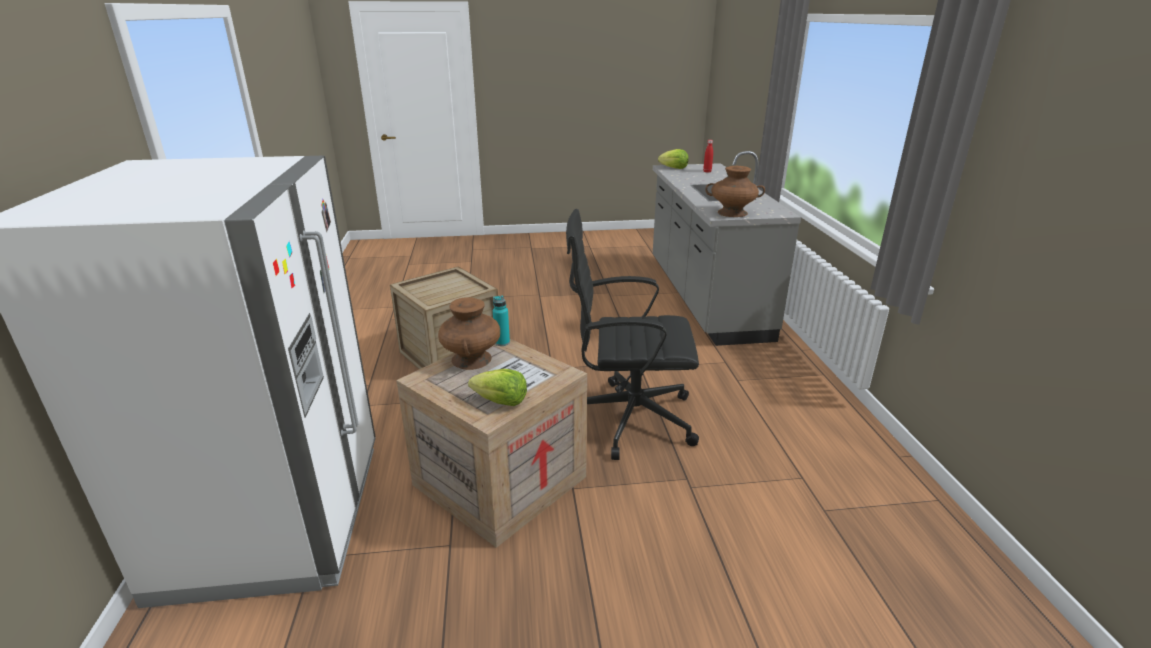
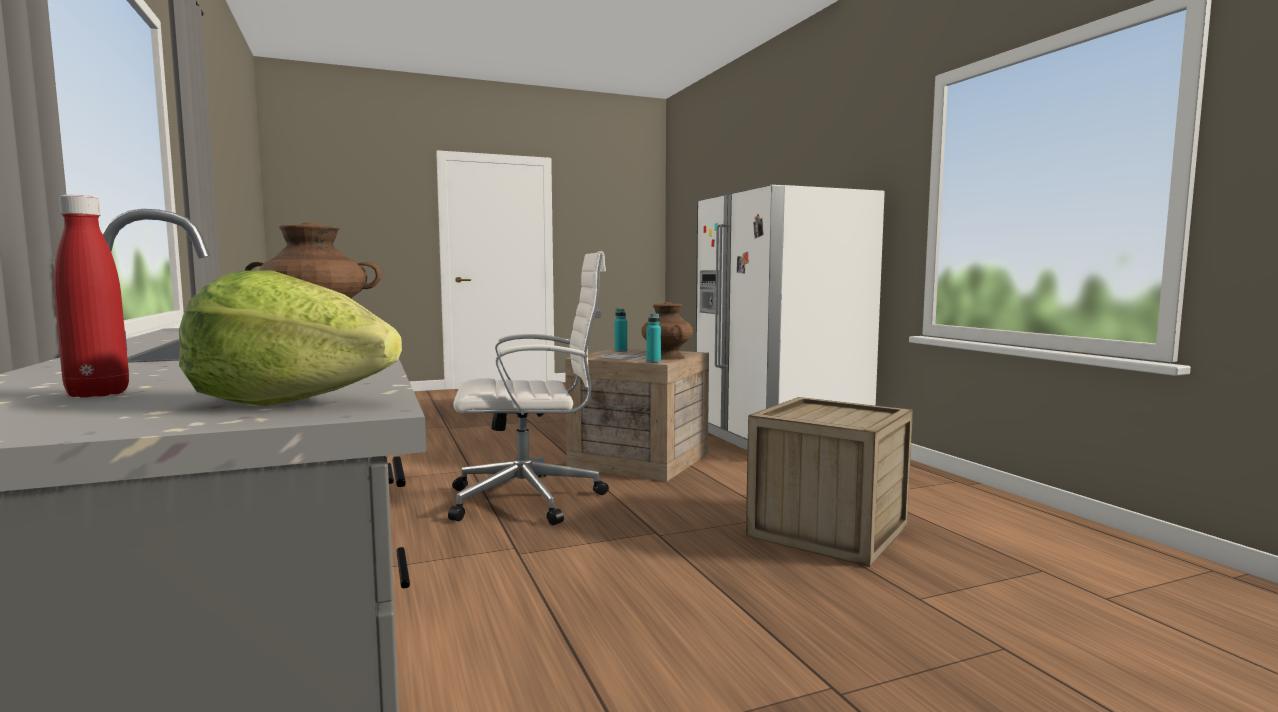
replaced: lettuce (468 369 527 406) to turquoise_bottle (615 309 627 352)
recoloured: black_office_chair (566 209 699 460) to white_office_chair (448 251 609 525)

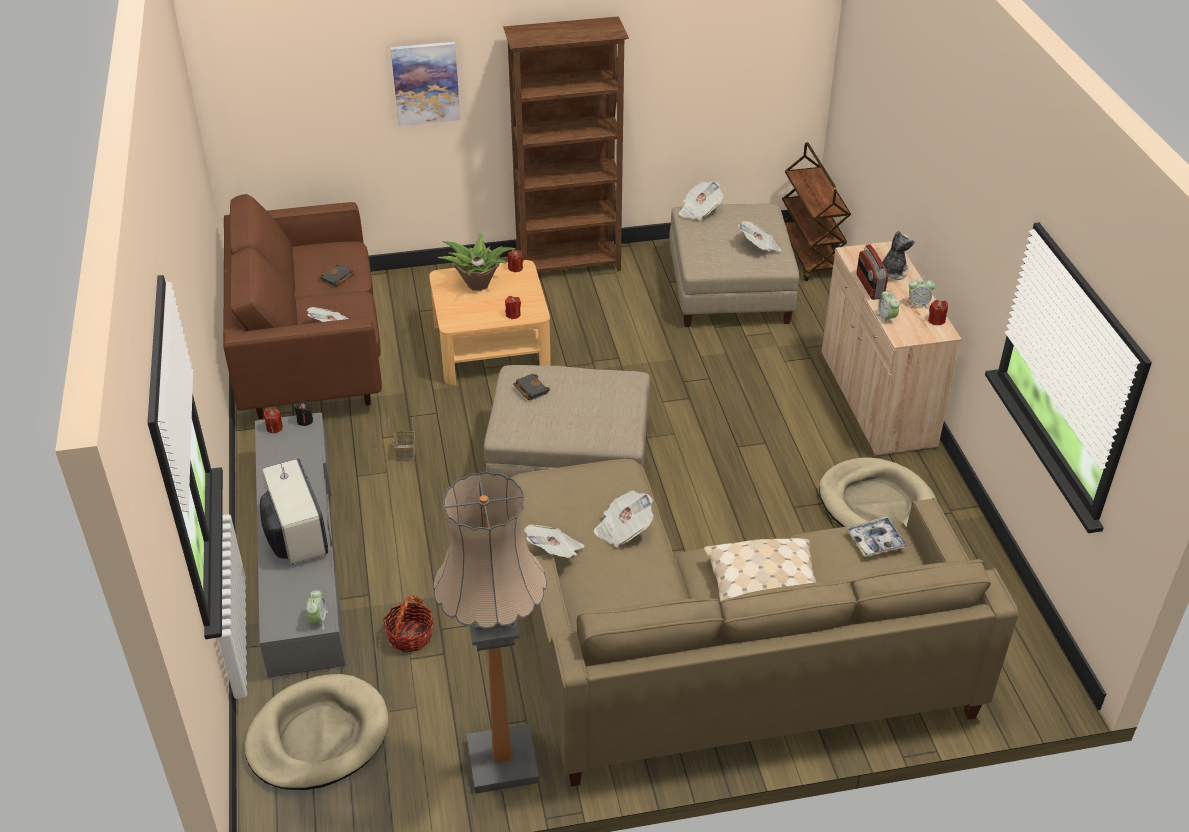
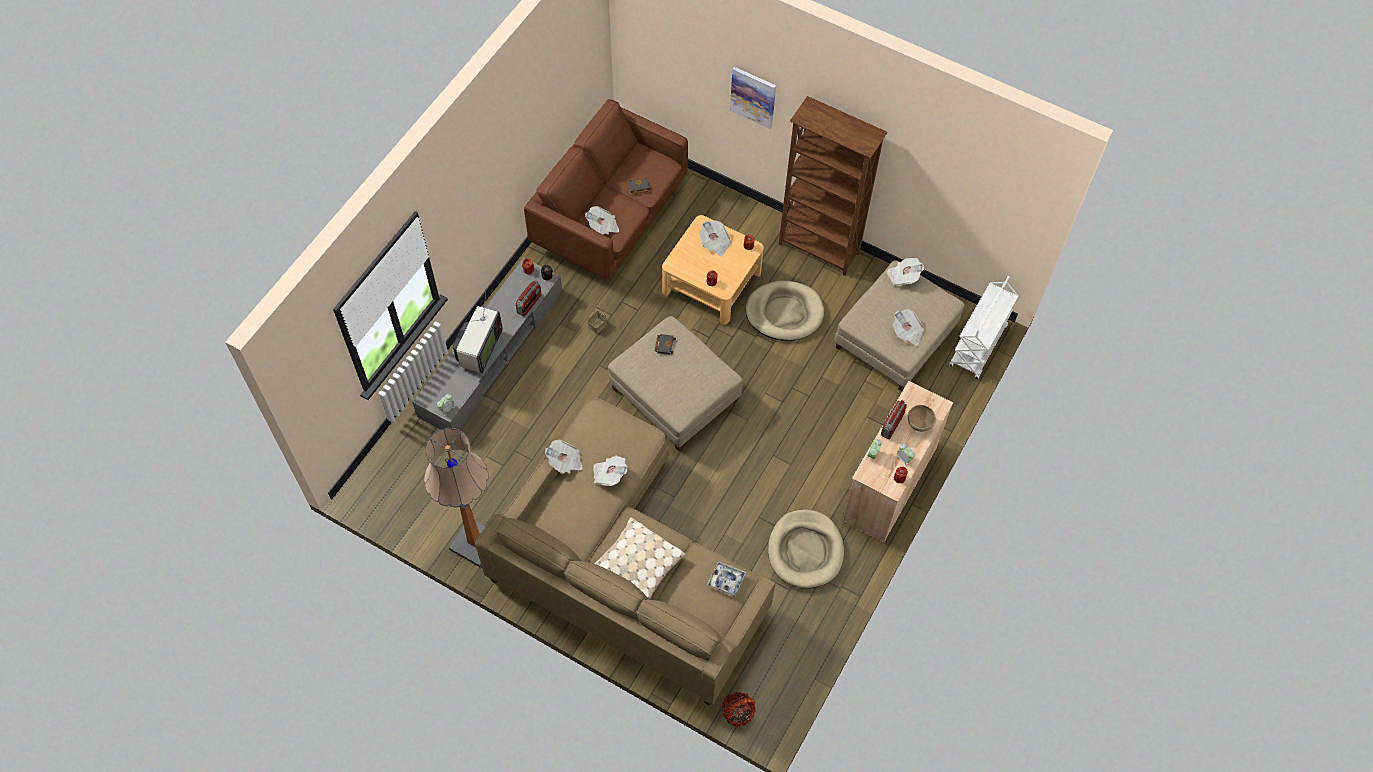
added: radio (516 280 542 317)
moved: basket (383 595 434 653) to (722 692 756 727); beige_dog_bed (245 674 389 790) to (746 280 824 341)
replaced: plush_toy (882 230 915 280) to brown_bowl (908 405 936 432); potted_plant (438 233 516 291) to newspaper (699 221 732 256)
recoloured: brown_cart (782 142 851 281) to white_cart (949 276 1018 379)

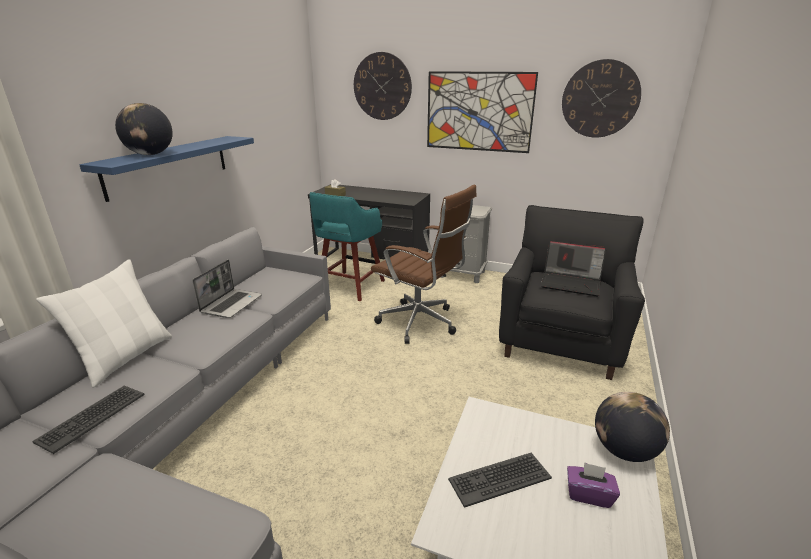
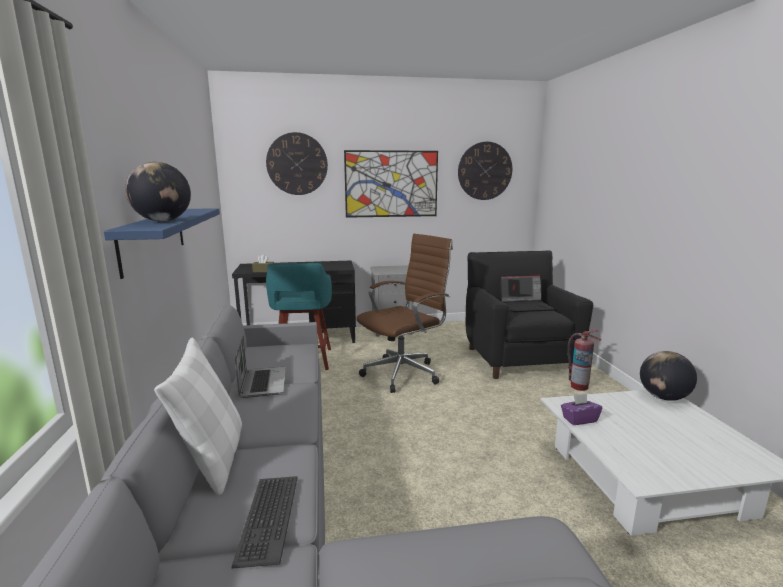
removed: keyboard (448 453 552 508)
added: fire_extinguisher (567 330 601 391)
moved: purple_tissue_box (567 462 620 508) to (561 394 603 425)
turned: brown_office_chair (371 184 477 344) = (356 234 453 393) 45 degrees counterclockwise

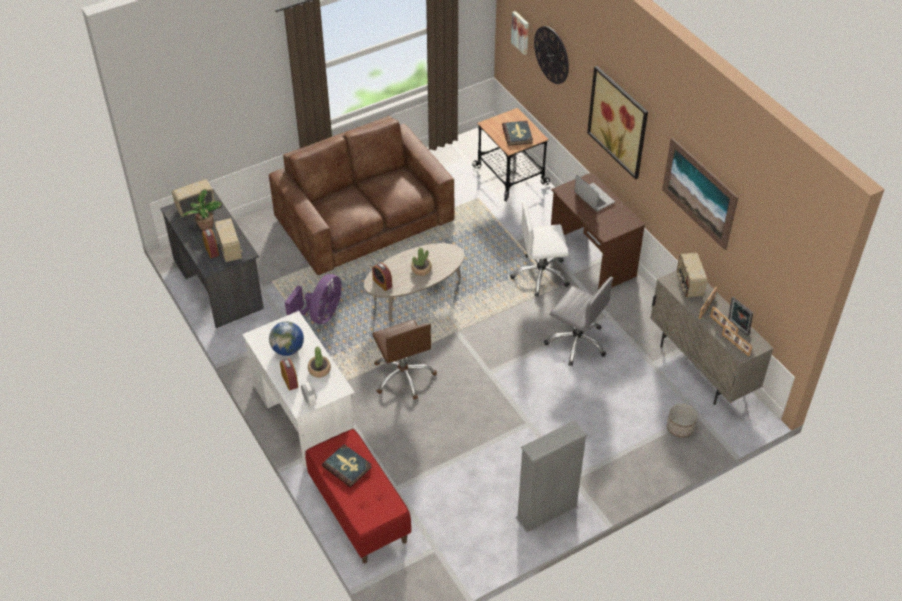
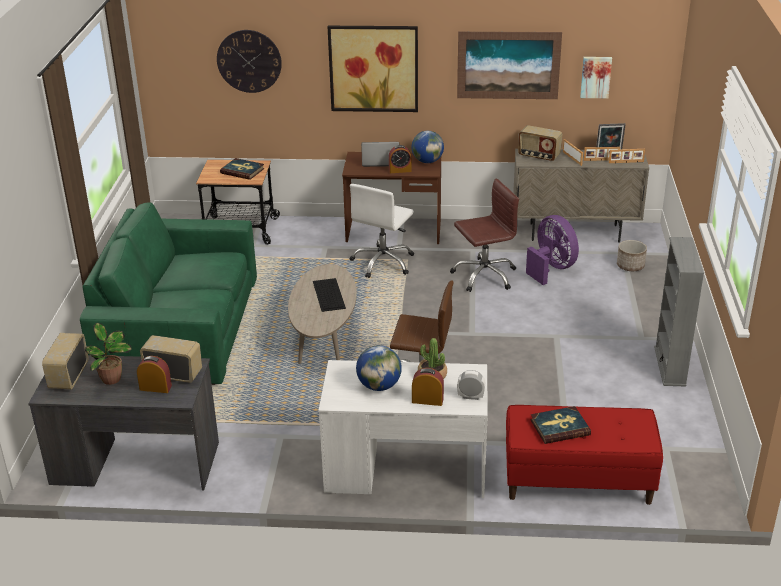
added: globe (411 131 444 163)
moved: picture (511 11 529 55) to (580 57 612 98); alarm_clock (372 263 392 291) to (389 145 411 173); purple_fan (285 274 342 324) to (526 215 579 285)
replaced: potted_plant (411 248 432 276) to keyboard (313 278 346 312)
recoloured: brown_sofa (269 116 454 275) to green_sofa (80 202 257 385); grey_office_chair (544 277 613 366) to brown_office_chair (450 178 519 292)

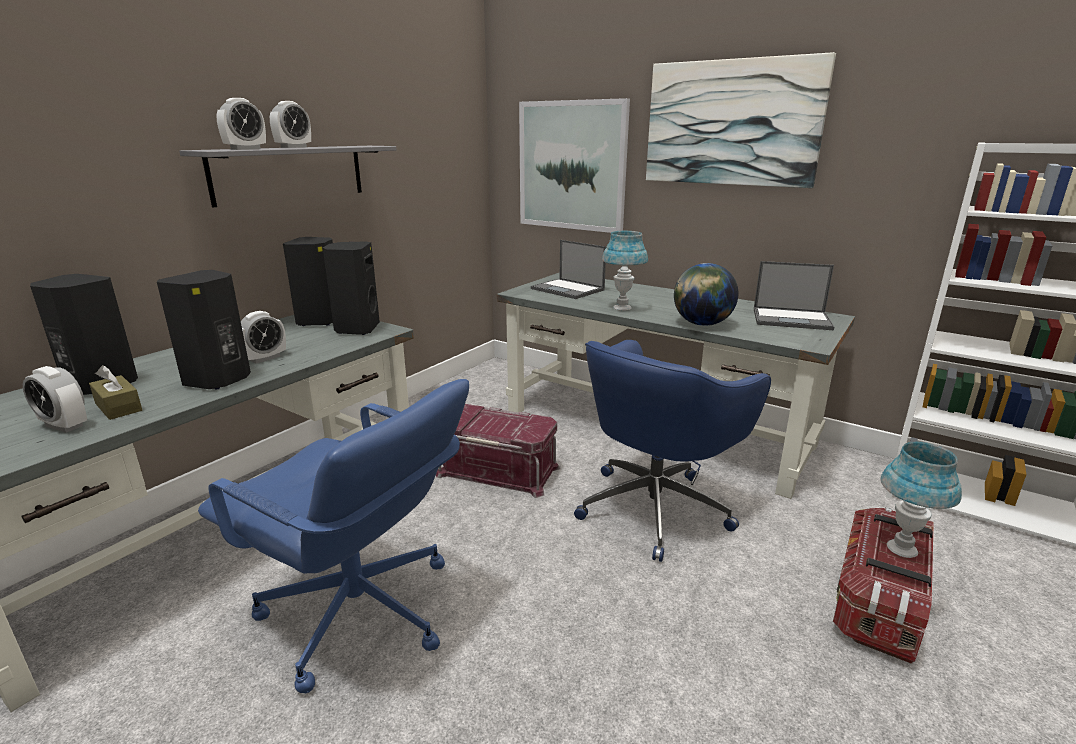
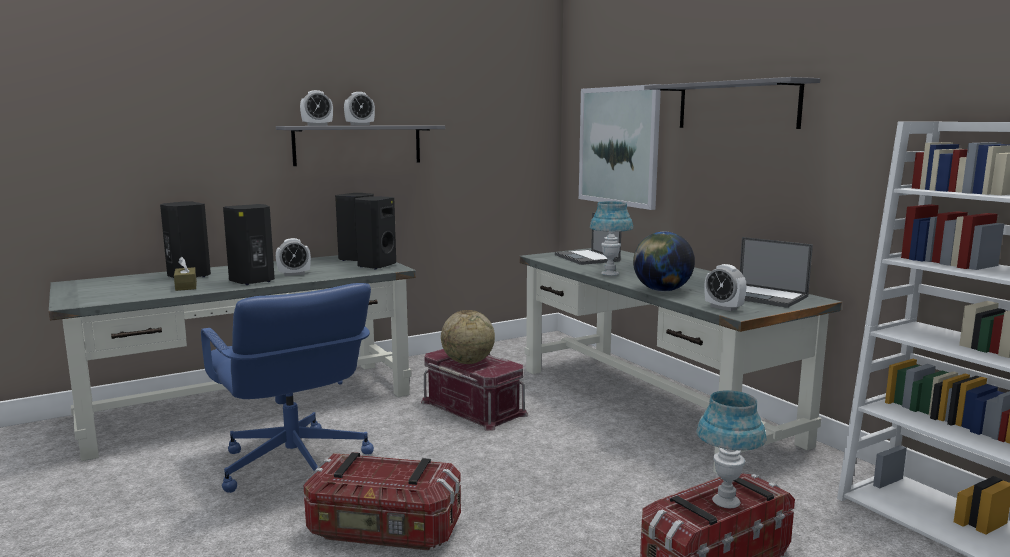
removed: blue_office_chair (574 340 771 562)
added: globe (441 310 495 364); storage_box (303 452 461 550)
moved: alarm_clock (23 366 87 433) to (704 264 746 311)
replaced: picture (646 52 836 188) to grey_shelf (644 77 821 129)

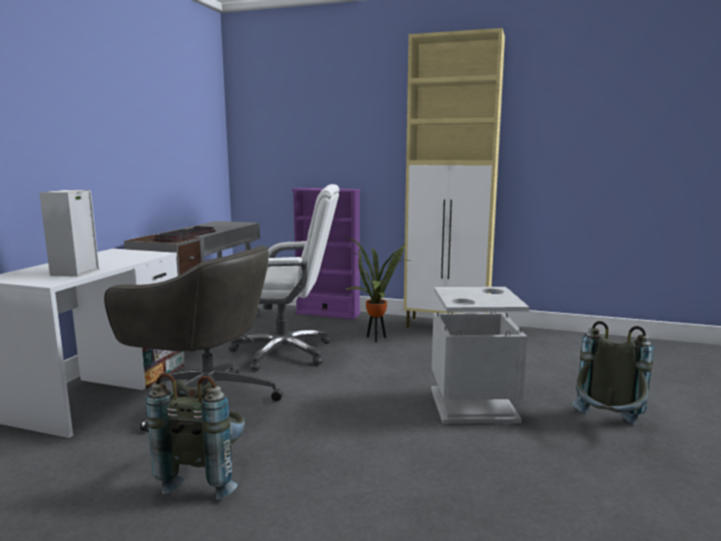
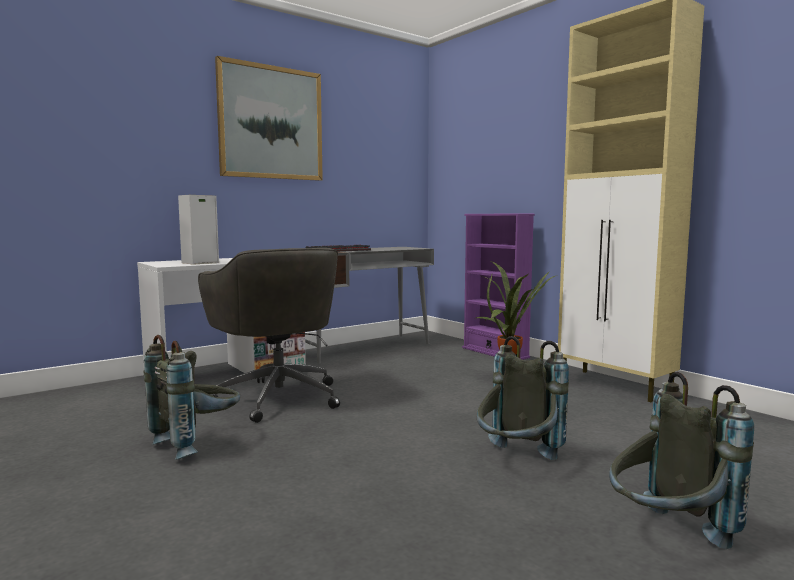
removed: white_office_chair (229 184 339 371)
added: picture (215 56 323 181)
replaced: grey_trash_can (431 287 529 424) to grey_backpack (477 336 569 460)

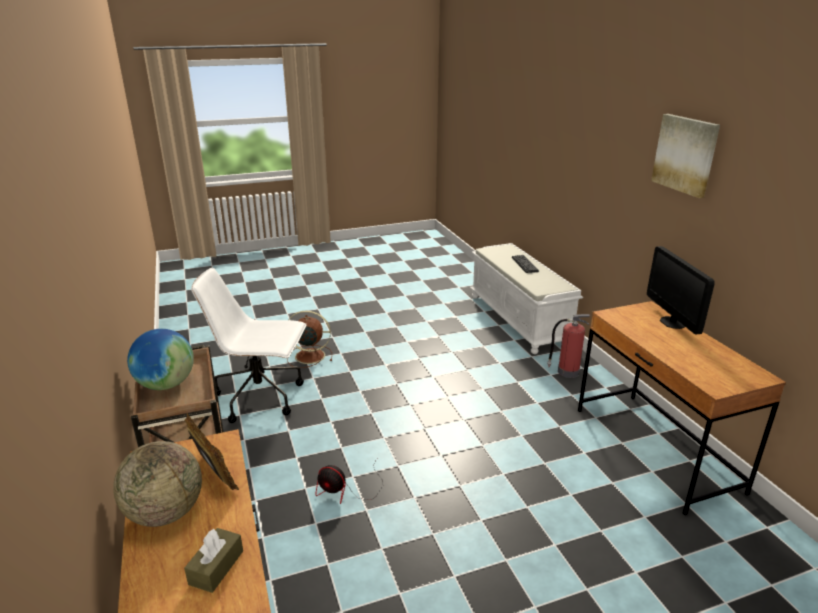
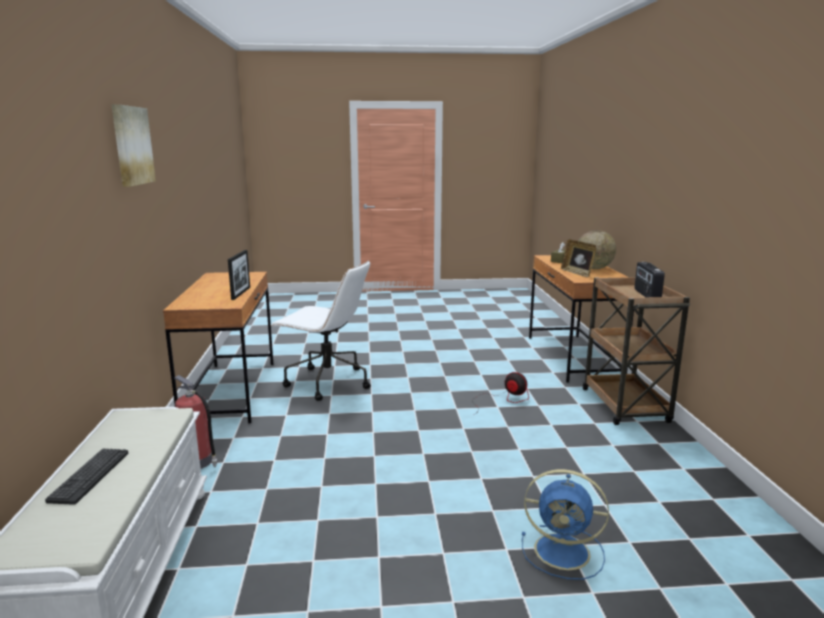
removed: monitor (647 246 715 334)
added: picture_frame (228 250 250 300)
moved: white_office_chair (191 268 307 423) to (271 260 371 401)
replaced: globe (127 329 194 390) to radio (635 262 665 297)
recoloured: brown_fan (287 311 332 368) to blue_fan (522 469 609 580)

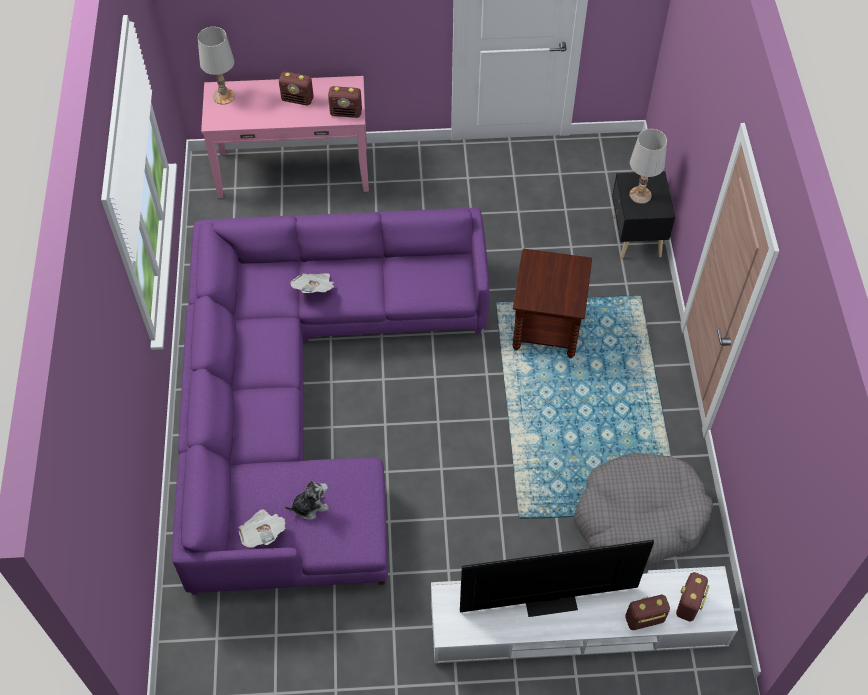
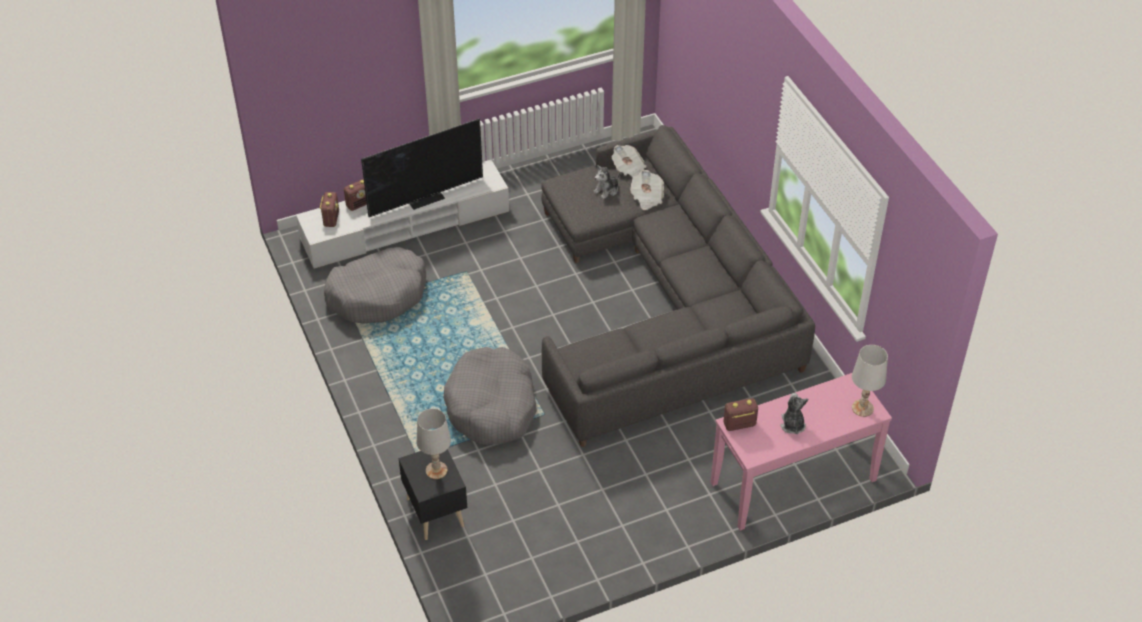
moved: newspaper (290 273 334 293) to (630 170 664 210)
replaced: radio (279 72 313 105) to plush_toy (780 393 808 434); brown_side_table (512 249 592 358) to grey_dog_bed (443 347 537 445)
recoloured: purple_sofa (172 208 489 595) to grey_sofa (541 125 815 447)

